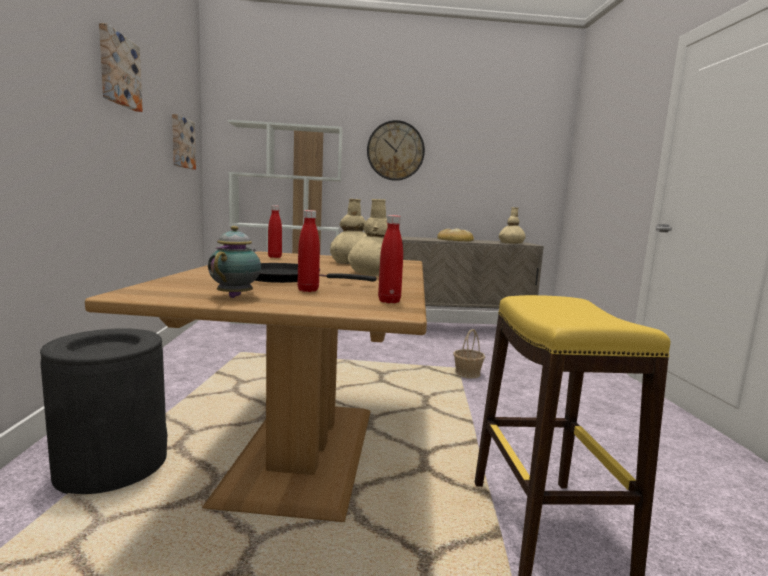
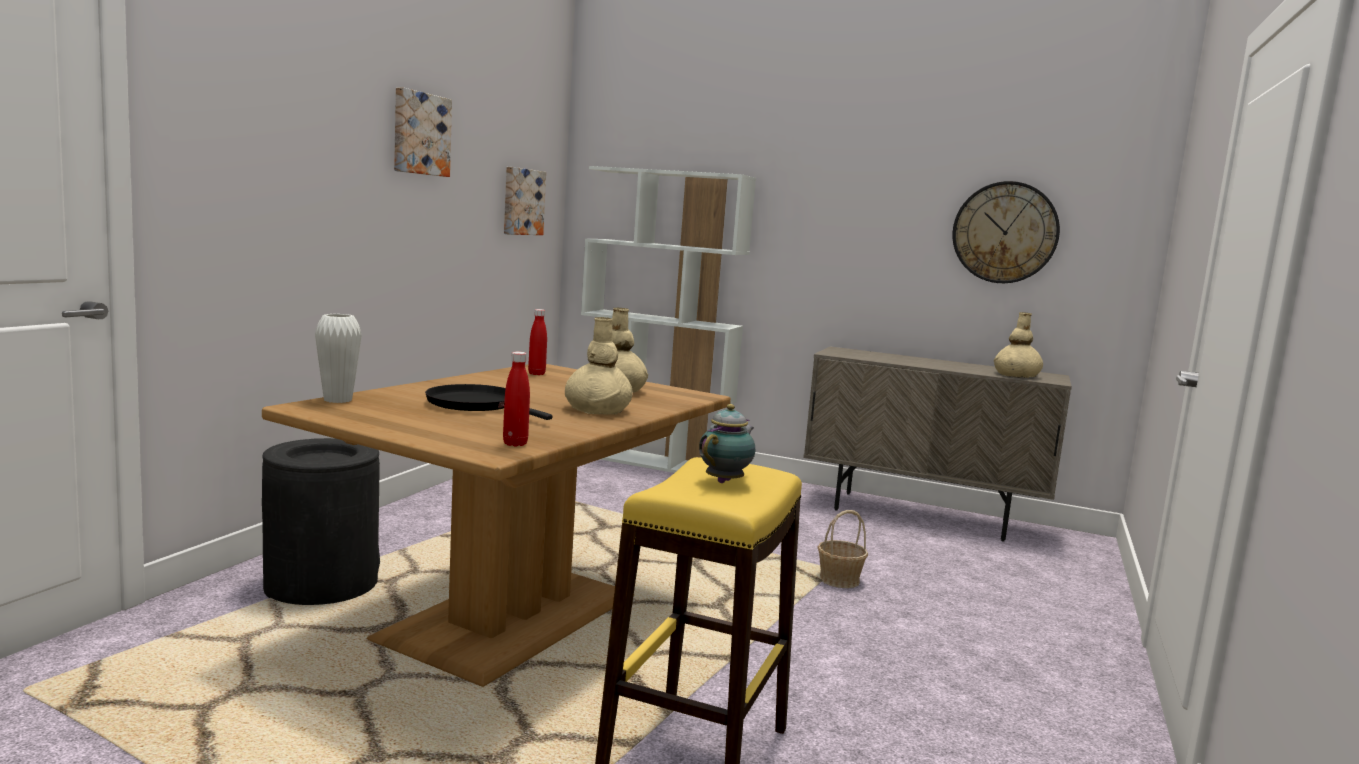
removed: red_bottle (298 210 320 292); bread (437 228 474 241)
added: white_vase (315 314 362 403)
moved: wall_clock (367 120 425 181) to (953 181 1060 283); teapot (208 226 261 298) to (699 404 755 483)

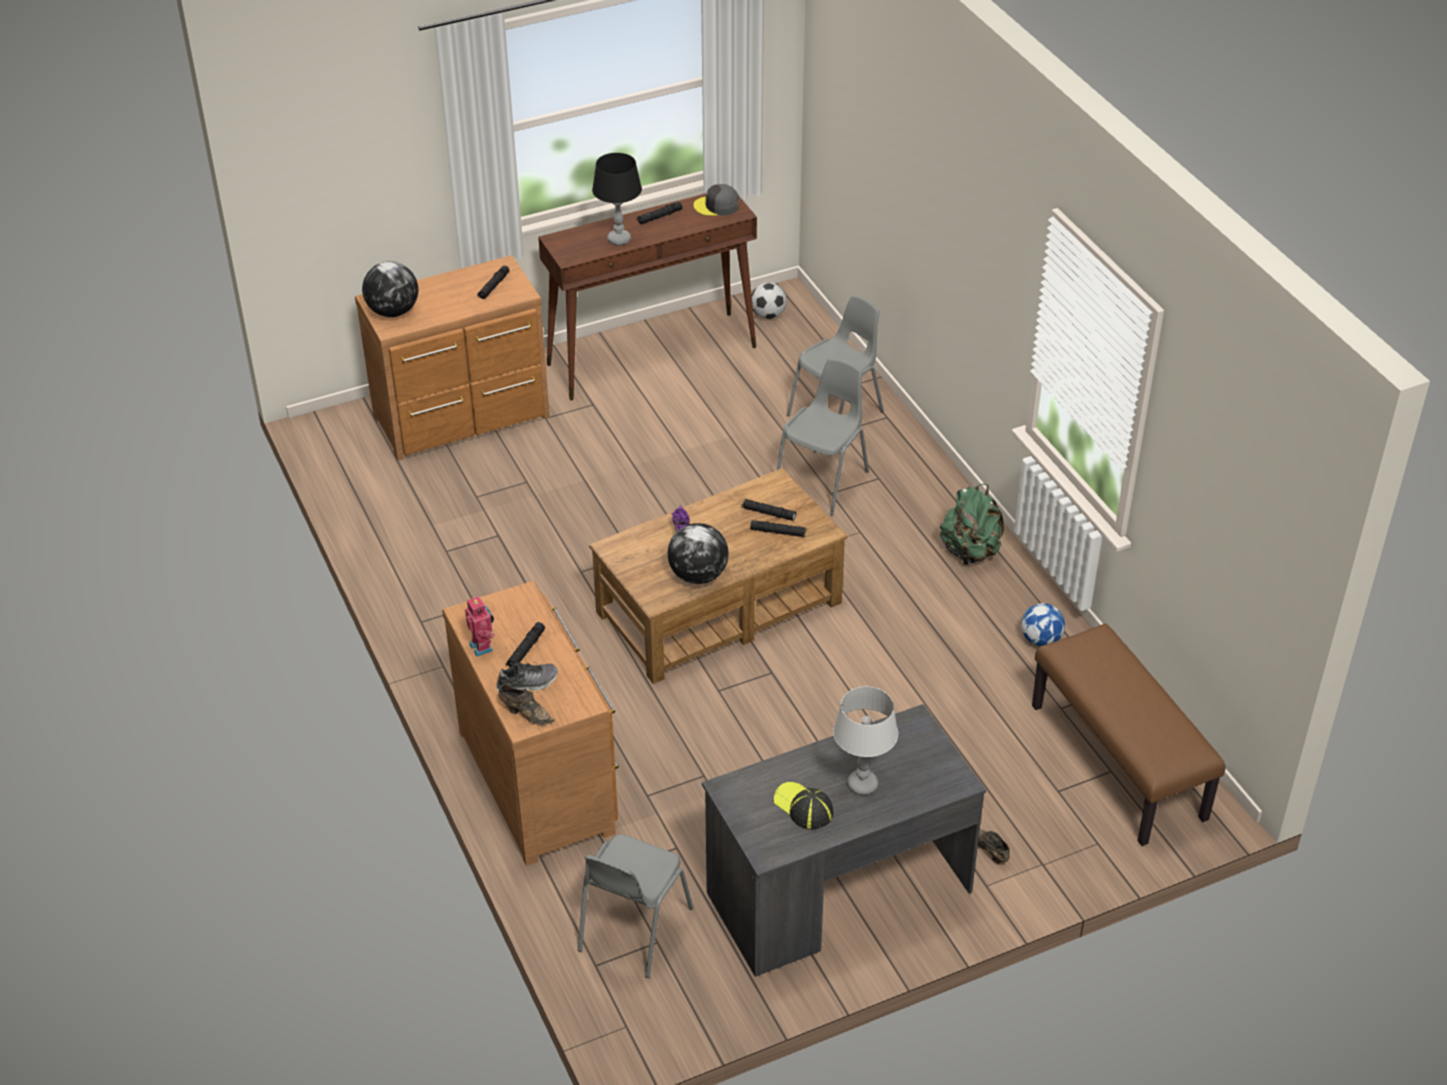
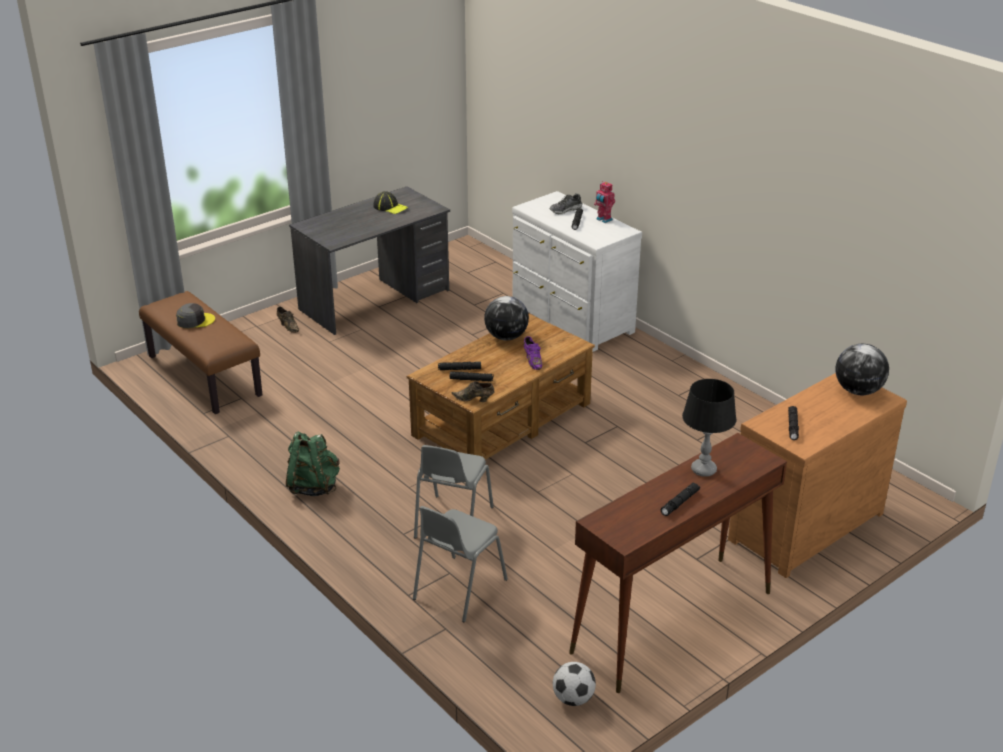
removed: football (1021 603 1065 646); grey_table_lamp (833 687 898 795); grey_chair (578 834 693 978)
moved: grey_cap (693 184 739 216) to (176 303 215 328); brown_shoe (499 684 555 725) to (452 381 495 402)
recoloured: brown_dresser (442 581 619 866) to white_dresser (512 191 642 352)

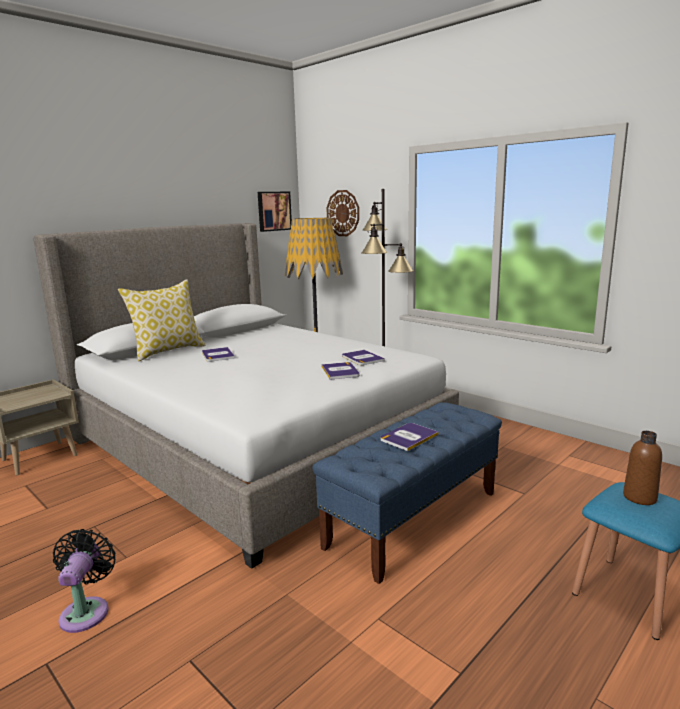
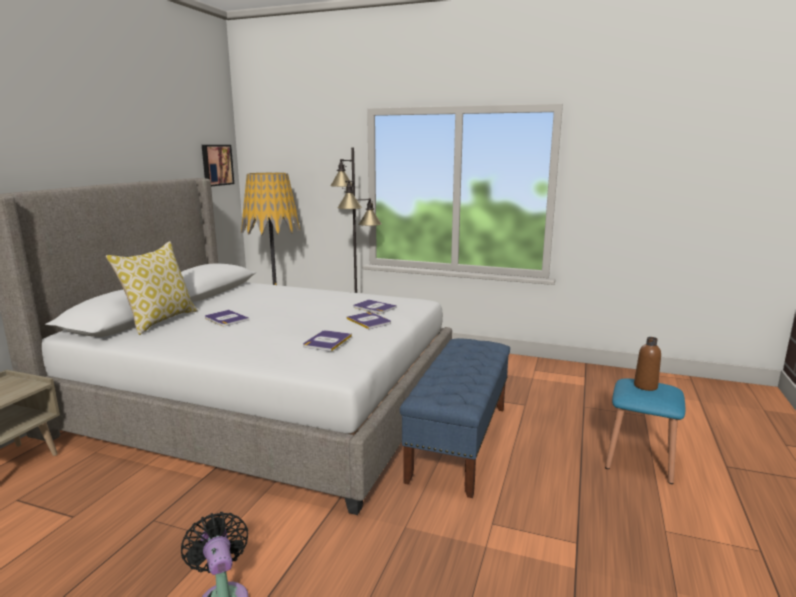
removed: wall_clock (326 190 359 236)
moved: book (381 423 439 451) to (303 330 352 351)

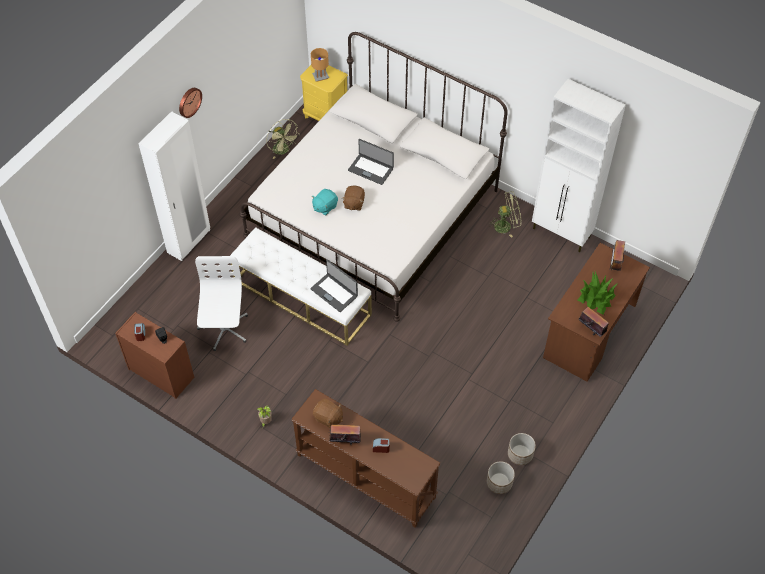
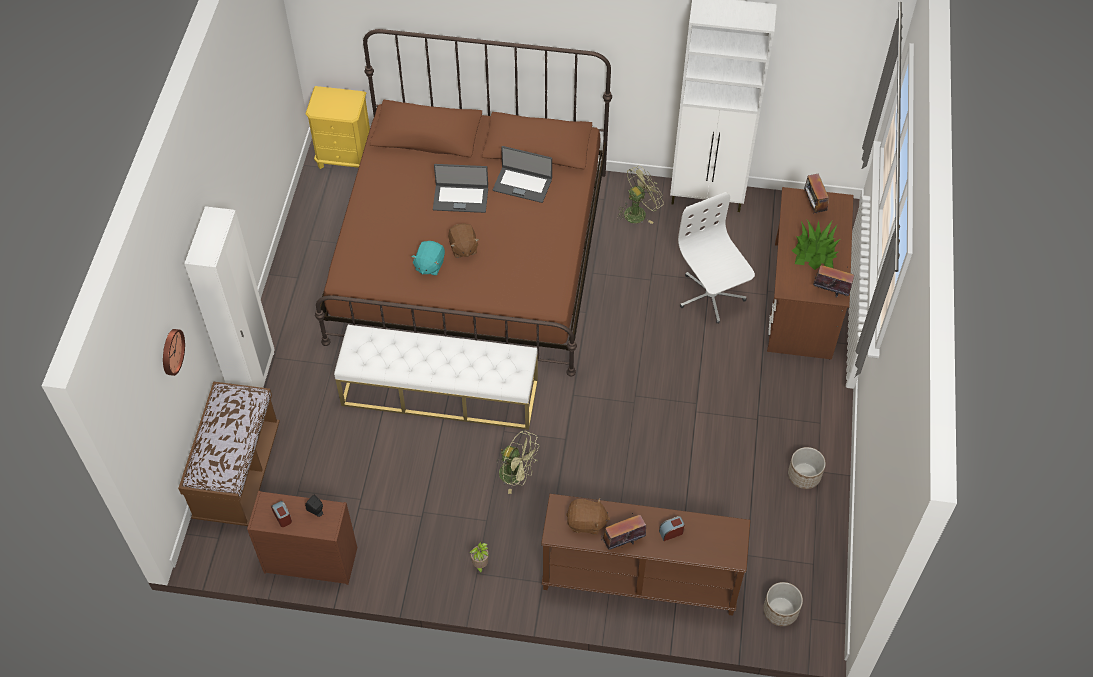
removed: brown_table_lamp (311 48 329 82)
added: brown_bench (178 382 280 526)
moved: wall_clock (179 88 202 118) to (163 329 185 376); green_fan (266 119 300 159) to (496 430 540 494); white_office_chair (195 256 248 351) to (678 192 755 324); laptop (310 259 358 312) to (493 146 552 203); planter (487 461 515 494) to (763 582 803 626)
recoloured: white_bed (240 32 508 321) to brown_bed (315 29 612 377)

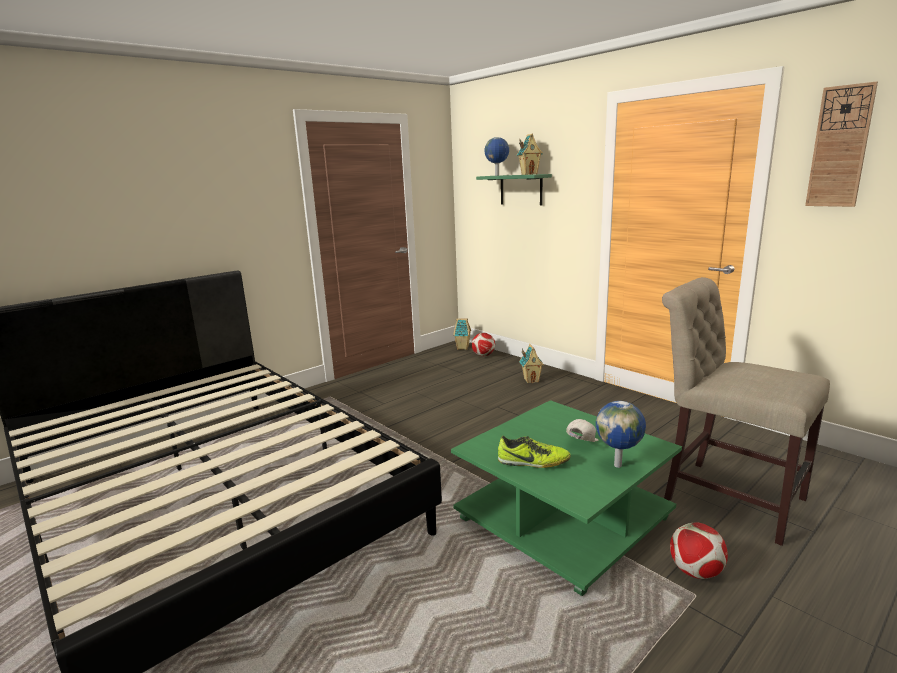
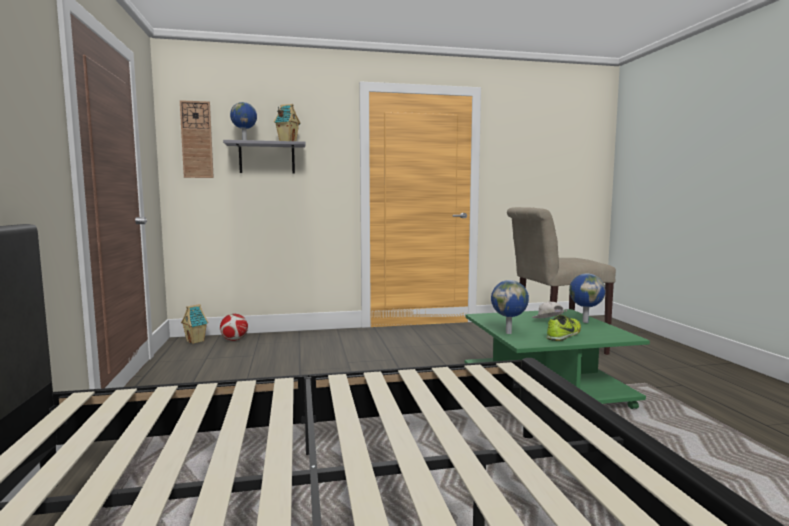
removed: toy_house (519 344 544 383); football (670 522 728 579)
added: globe (491 280 529 334)
moved: wall_clock (805 82 878 207) to (180 100 214 178)
recoloured: green_shelf (476 174 552 205) to grey_shelf (223 140 306 174)

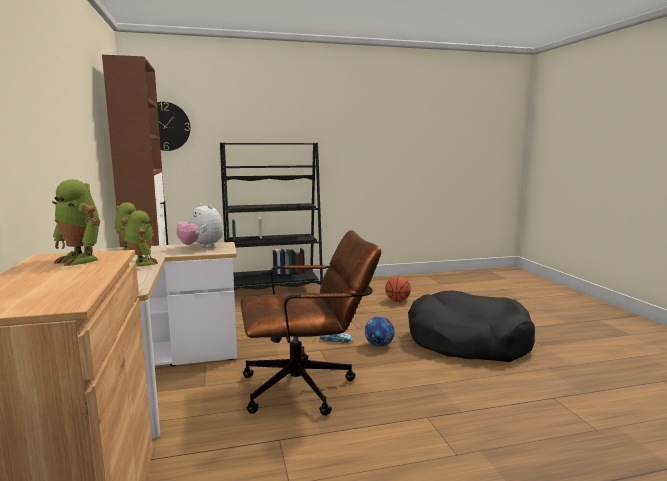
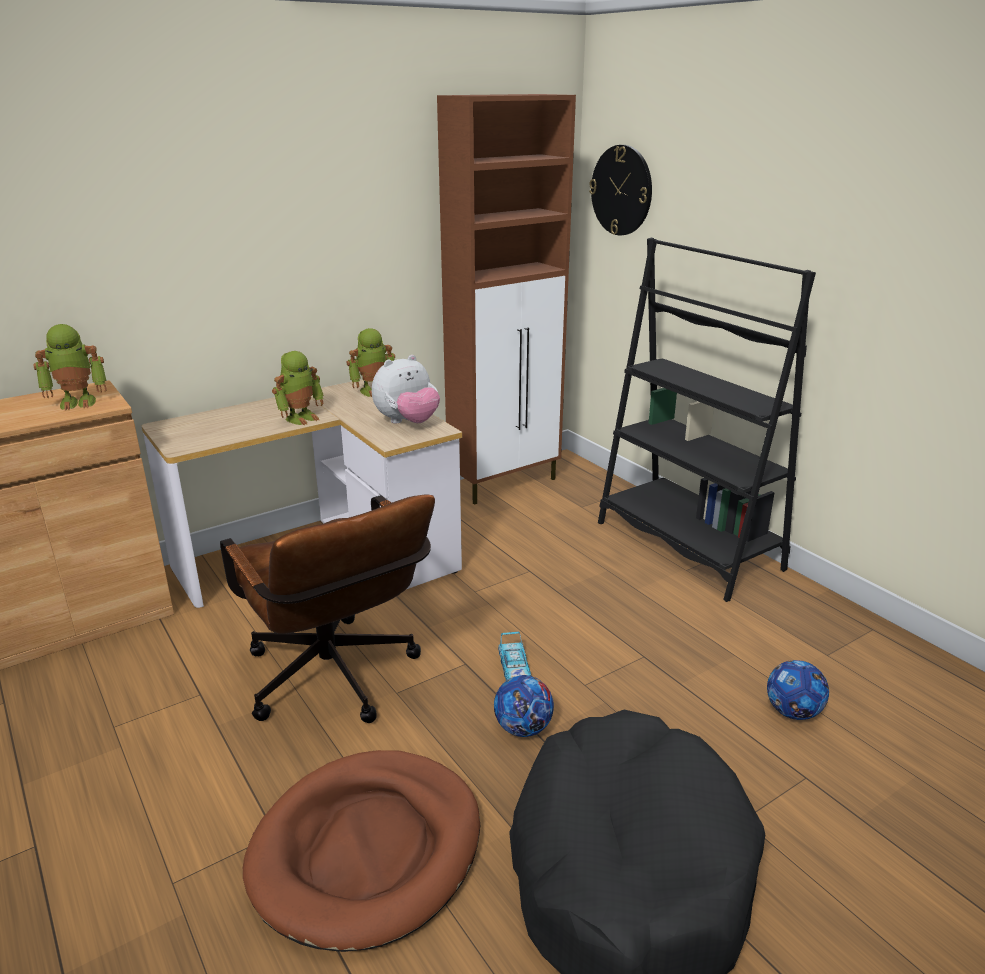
added: brown_dog_bed (243 750 480 952)
replaced: basketball (385 276 411 302) to football (767 660 829 720)
turned: toy_robot (52 179 100 266) = (33 324 107 411) 120 degrees counterclockwise; plush_toy (176 203 223 248) = (372 355 440 423) 150 degrees counterclockwise

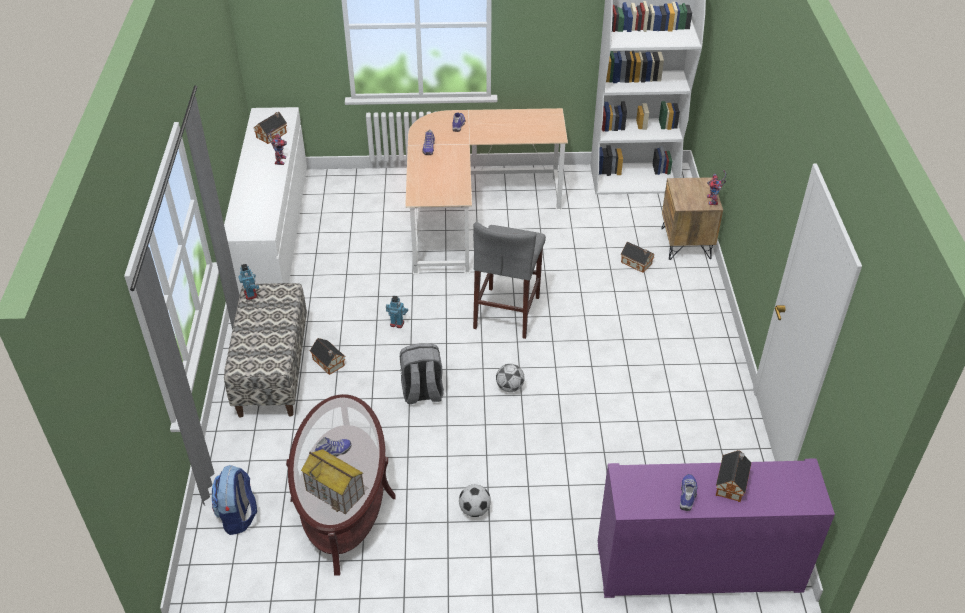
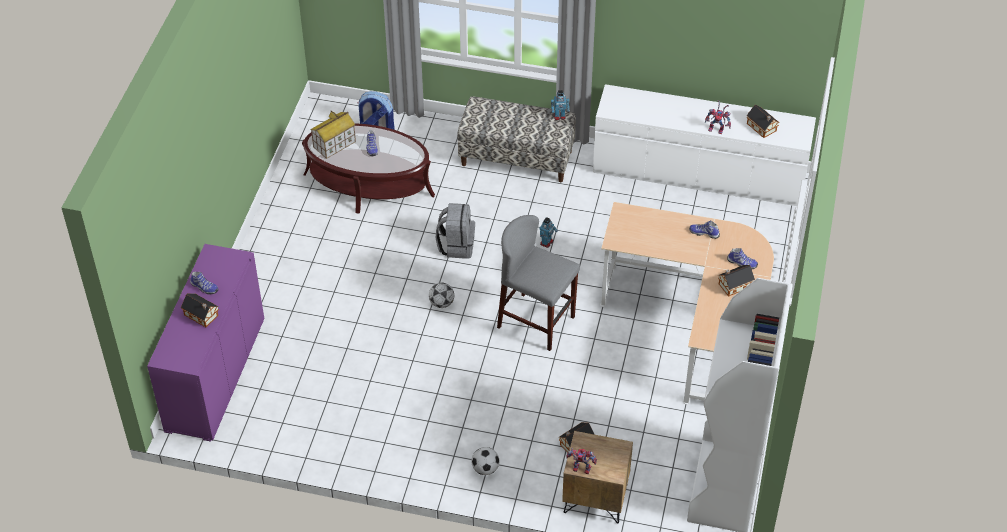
moved: toy_house (310 338 345 375) to (718 265 755 297); football (459 485 491 517) to (472 447 499 475)

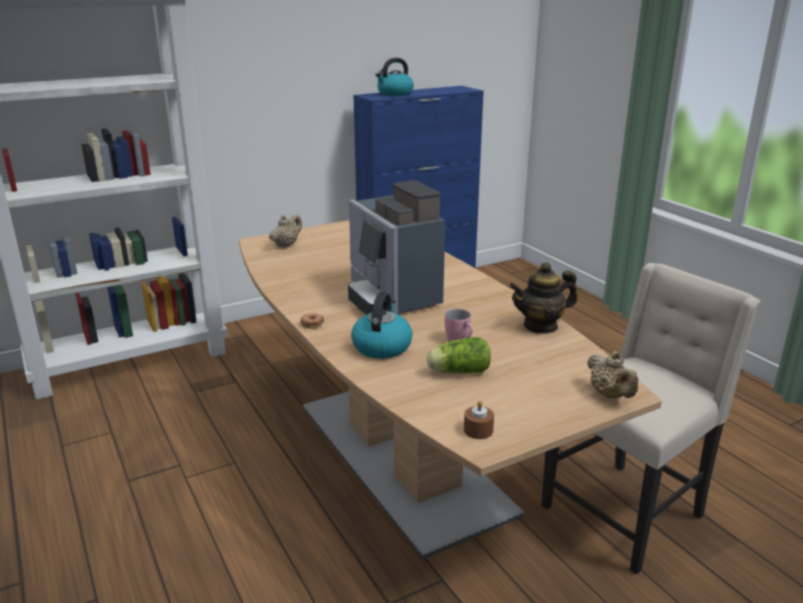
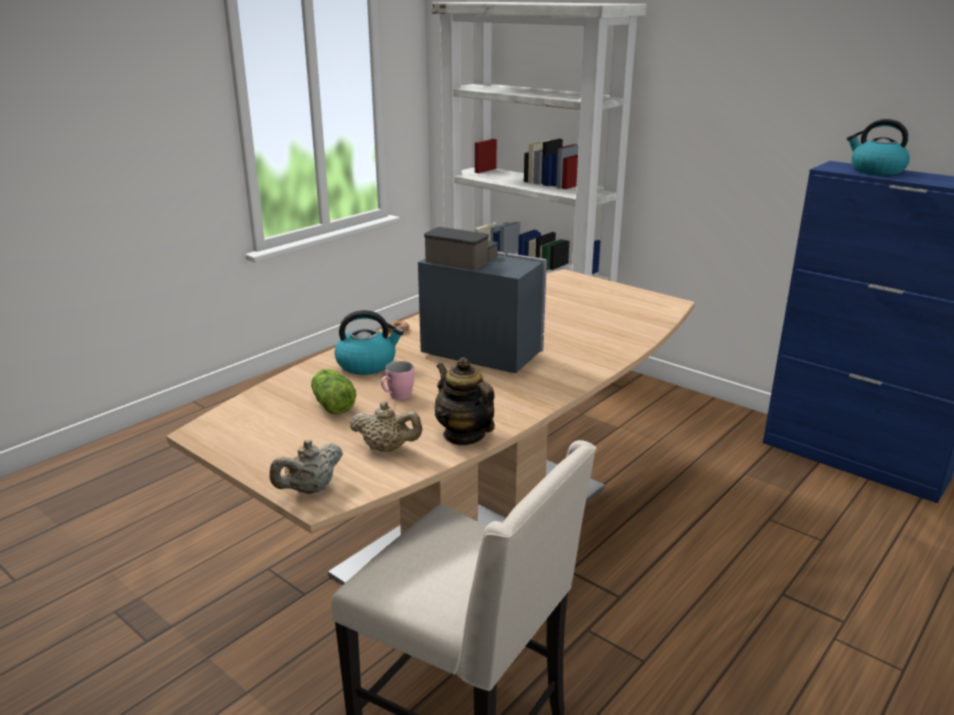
removed: brown_candle (464 400 494 439)
moved: beige_teapot (269 214 302 248) to (350 401 422 452)
turned: coffee_machine (348 180 445 315) = (418 227 547 373) 75 degrees clockwise

